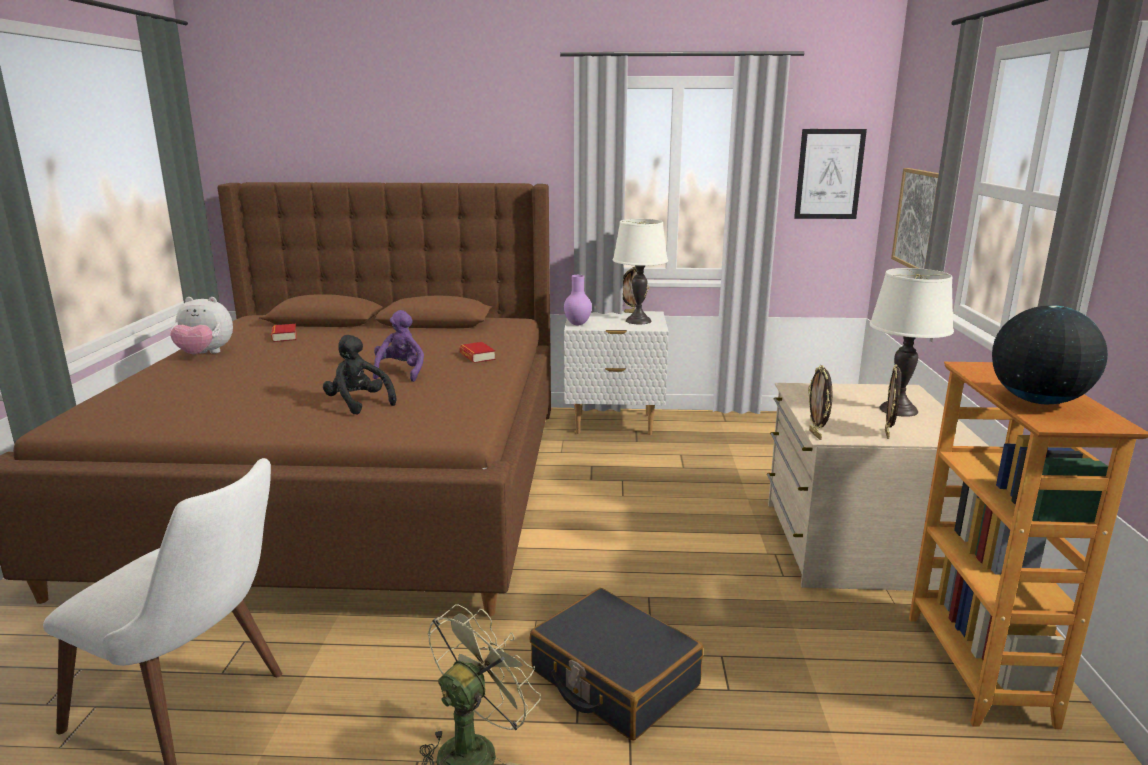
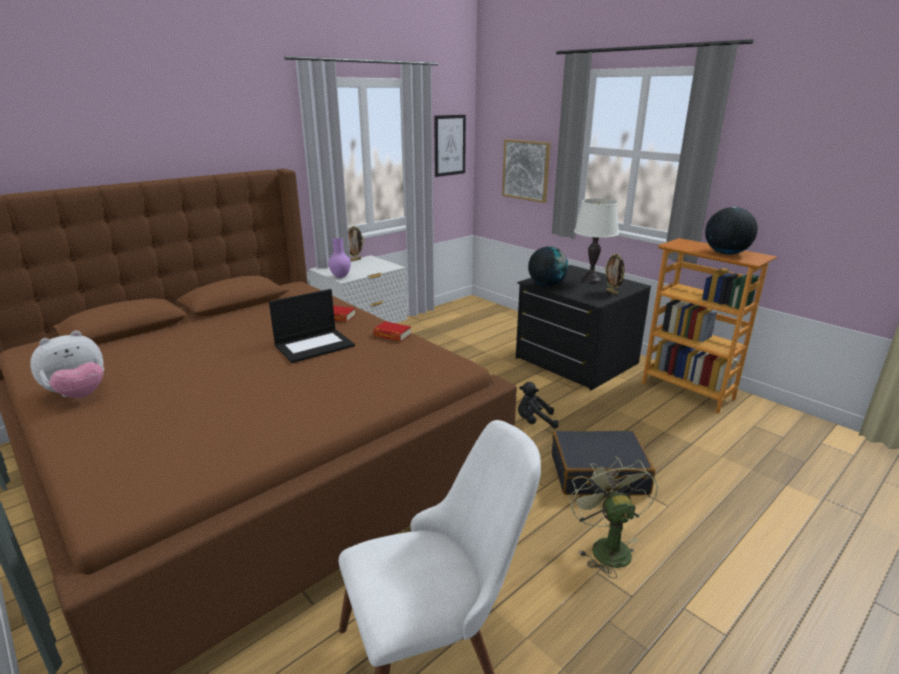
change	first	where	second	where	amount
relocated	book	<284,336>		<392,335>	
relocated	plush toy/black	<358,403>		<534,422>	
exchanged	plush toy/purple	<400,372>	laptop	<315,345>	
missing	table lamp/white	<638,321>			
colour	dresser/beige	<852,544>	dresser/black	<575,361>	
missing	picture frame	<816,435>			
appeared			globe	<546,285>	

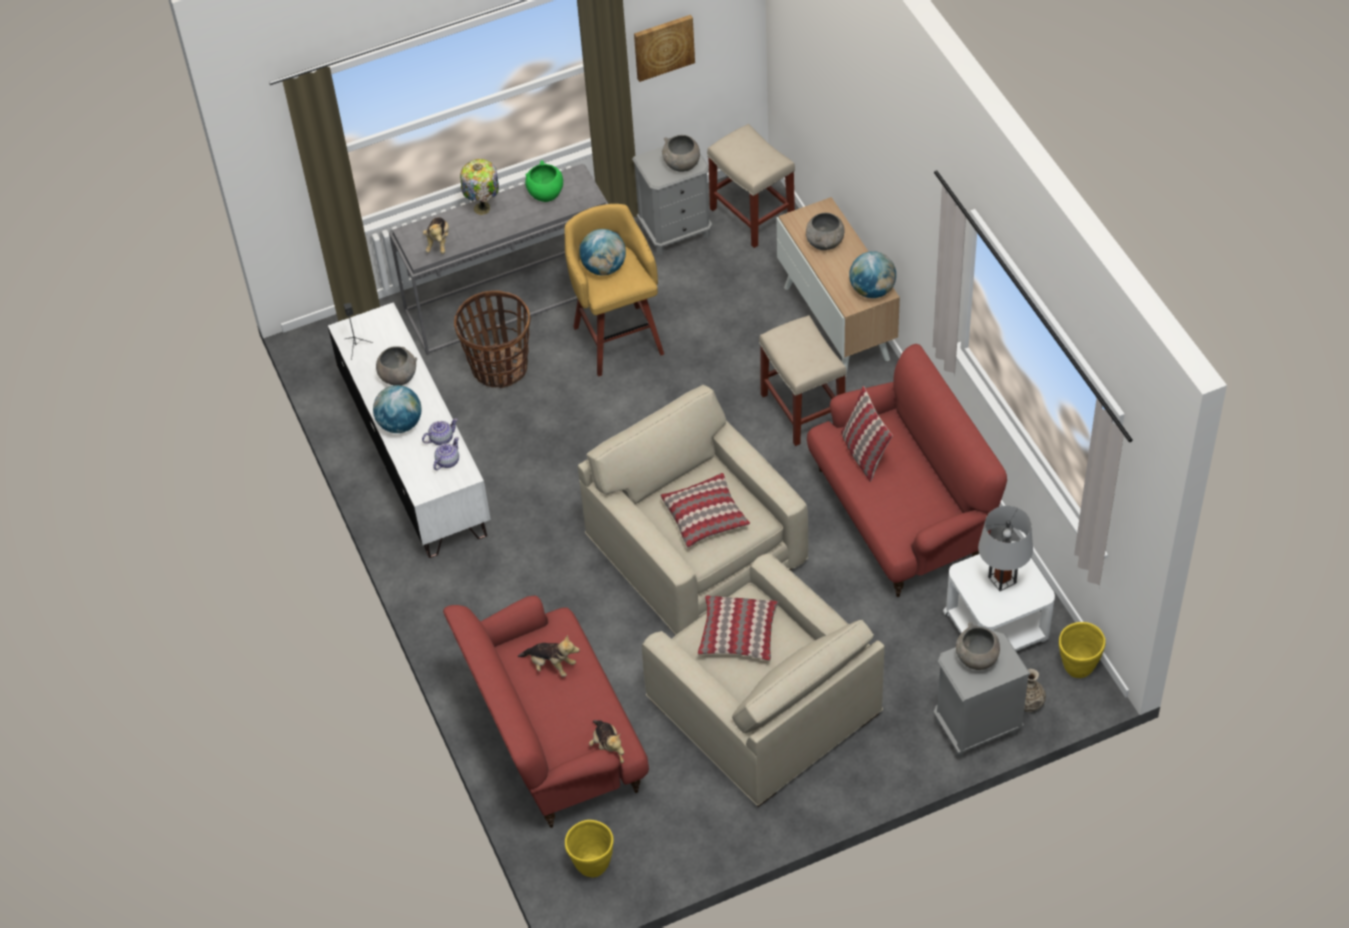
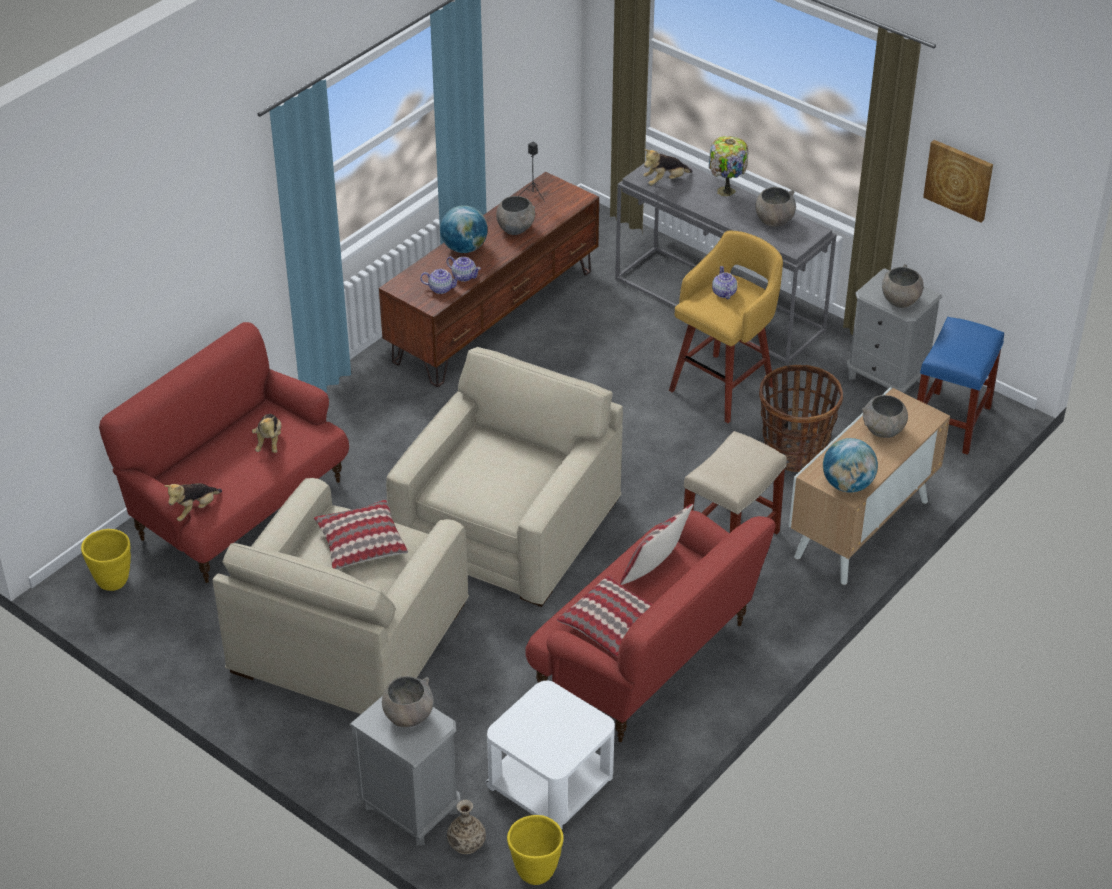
change	first	where	second	where	amount
colour	tv stand/white	<415,459>	tv stand/brown	<494,315>	
relocated	basket	<499,367>		<794,452>	
colour	bowl/green	<545,194>	bowl/grey	<774,221>	
exchanged	globe	<604,268>	teapot	<723,293>	
relocated	pillow	<705,516>		<612,624>	
colour	stool/beige	<753,216>	stool/blue	<951,423>	
missing	table lamp/grey	<1002,579>			

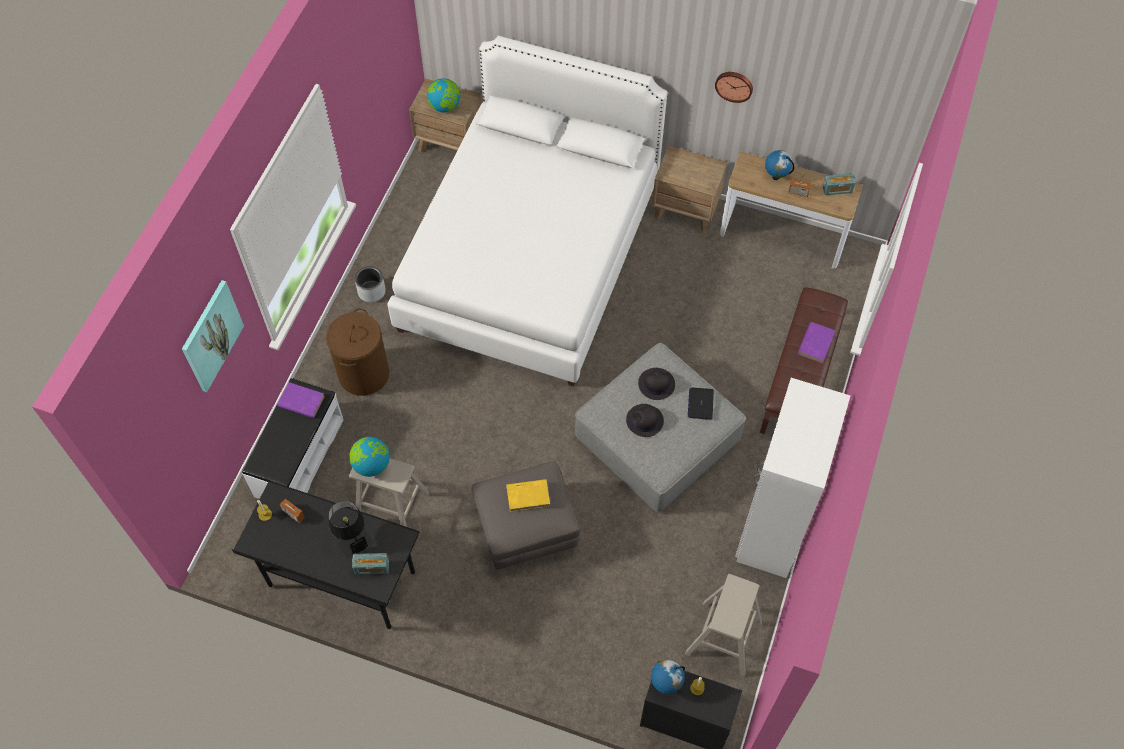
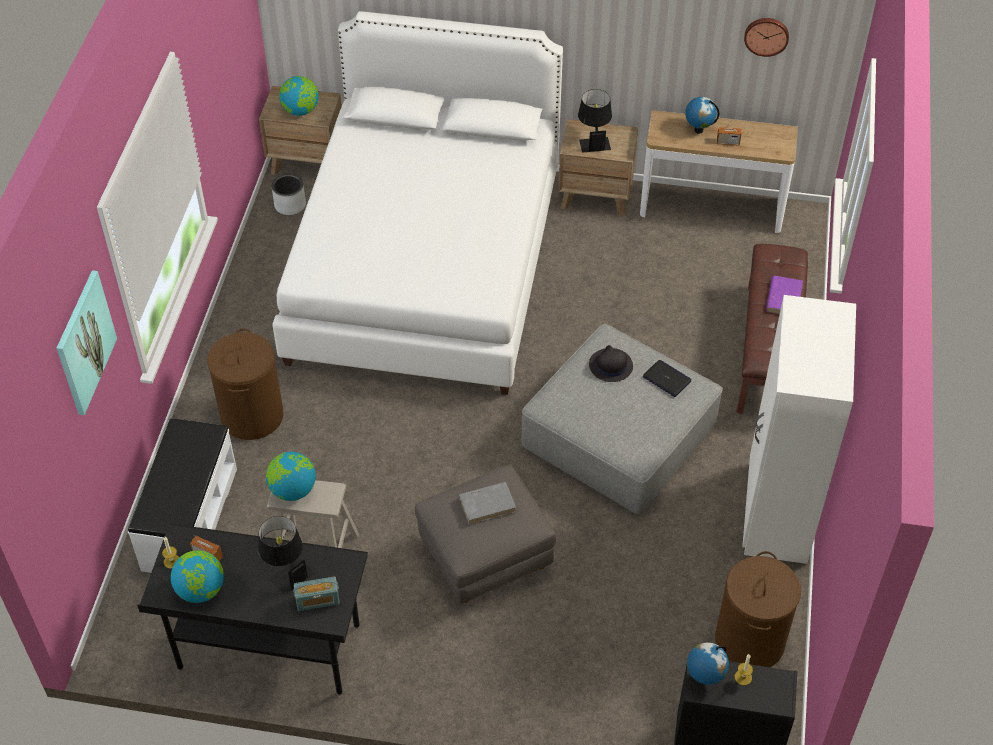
change	first	where	second	where	amount
missing	book/purple	<301,401>			
relocated	planter/grey	<371,291>		<290,205>	
colour	book/yellow	<528,496>	book/grey	<487,504>	
missing	hat/black	<644,421>			
exchanged	stool/beige	<723,638>	laundry basket/brown	<750,641>	
spun	laptop	<700,404>		<667,379>	135 degrees clockwise
relocated	wall clock	<734,85>		<766,35>	
missing	radio	<837,189>			
appeared			globe	<201,590>	
appeared			table lamp/black	<593,140>	

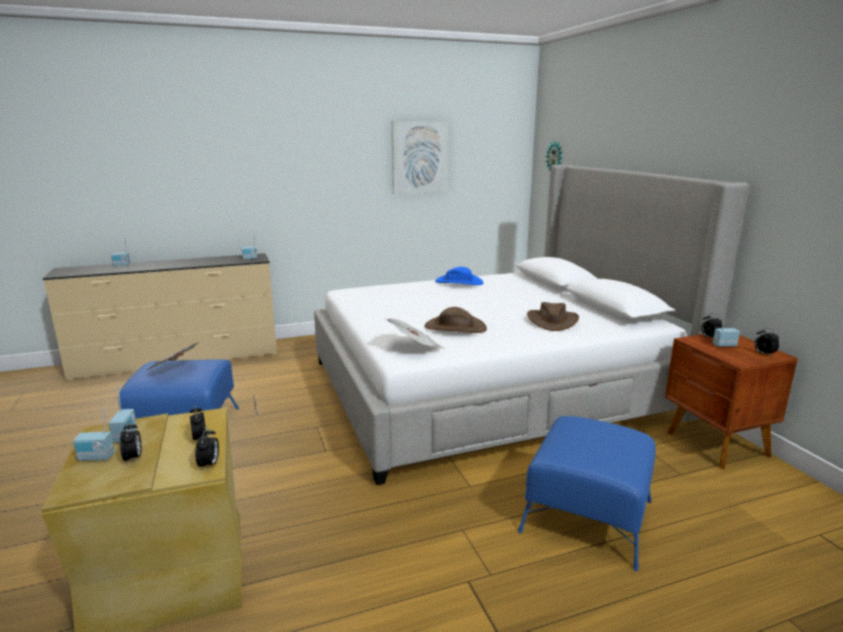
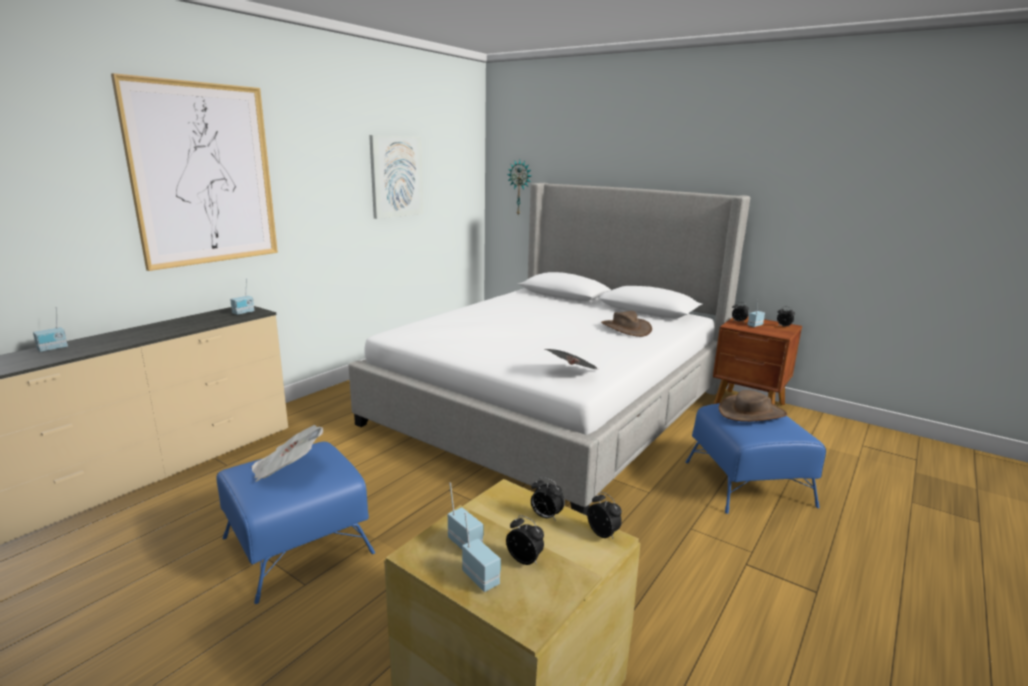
change	first	where	second	where	amount
spun	radio	<96,458>		<482,578>	90 degrees counterclockwise
relocated	hat/brown	<455,327>		<752,413>	
missing	hat/blue	<459,282>			
appeared			picture	<204,175>	

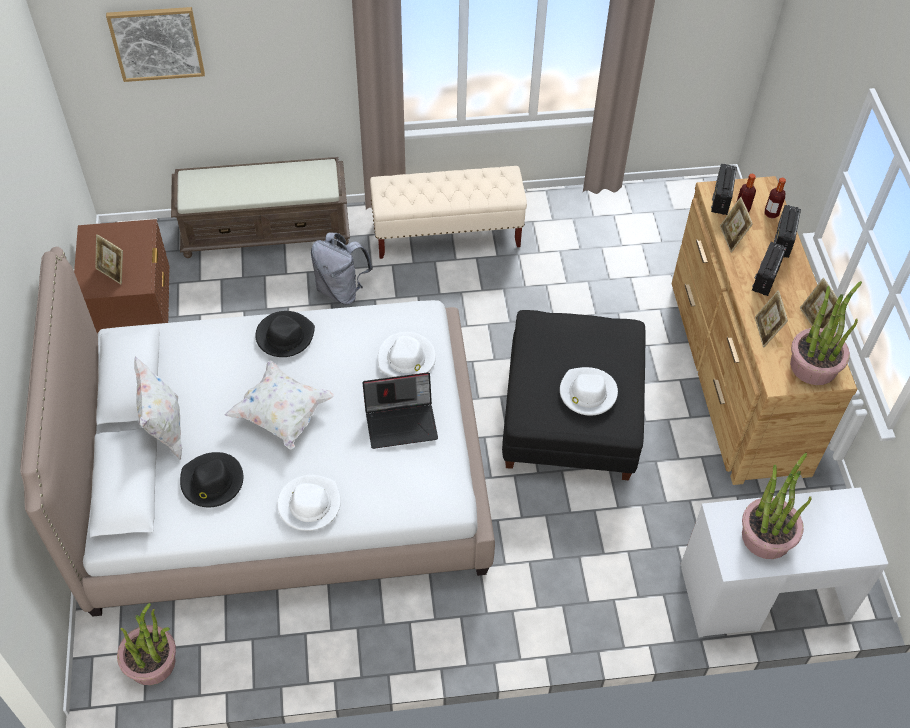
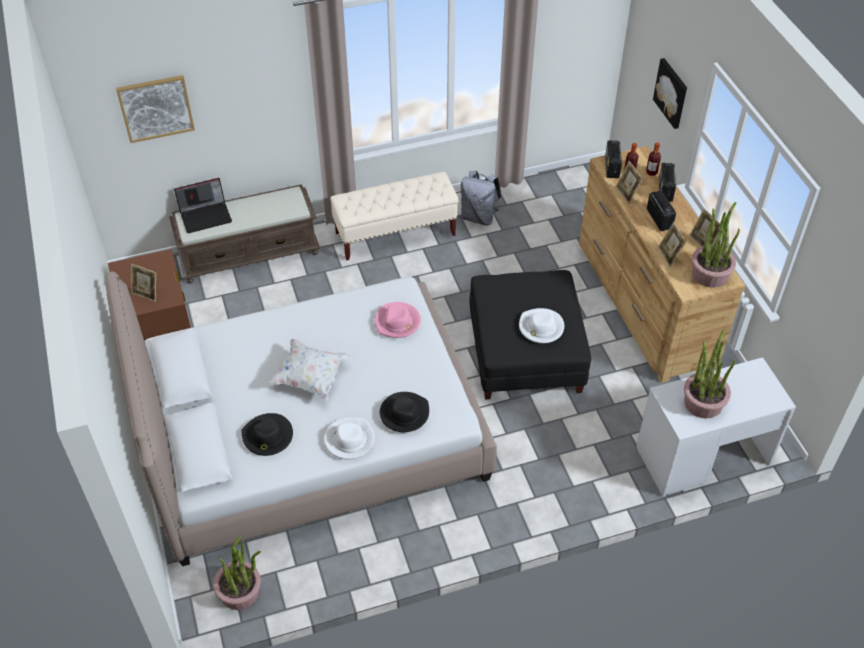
change	first	where	second	where	amount
missing	pillow/white	<165,429>			
relocated	hat/black	<285,336>		<404,413>	
relocated	backpack/grey	<341,290>		<479,217>	
relocated	laptop	<402,421>		<206,216>	
colour	hat/white	<406,359>	hat/pink	<397,322>	
spun	radio	<765,278>		<659,218>	150 degrees clockwise
appeared			picture	<672,93>	

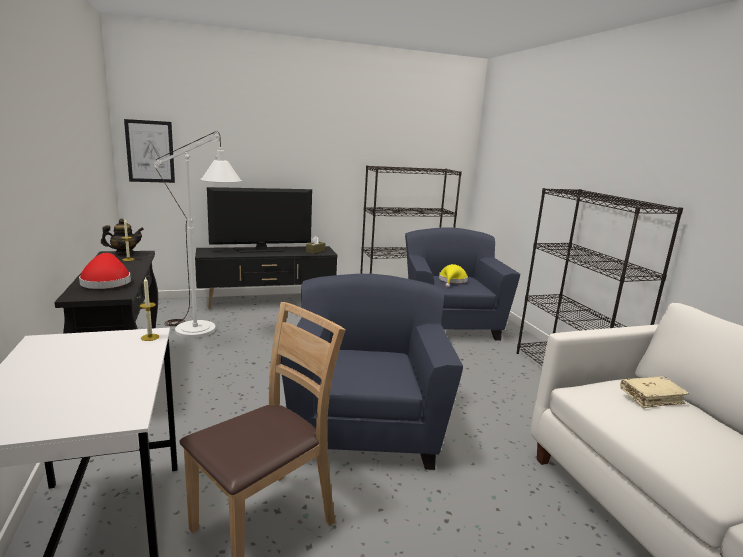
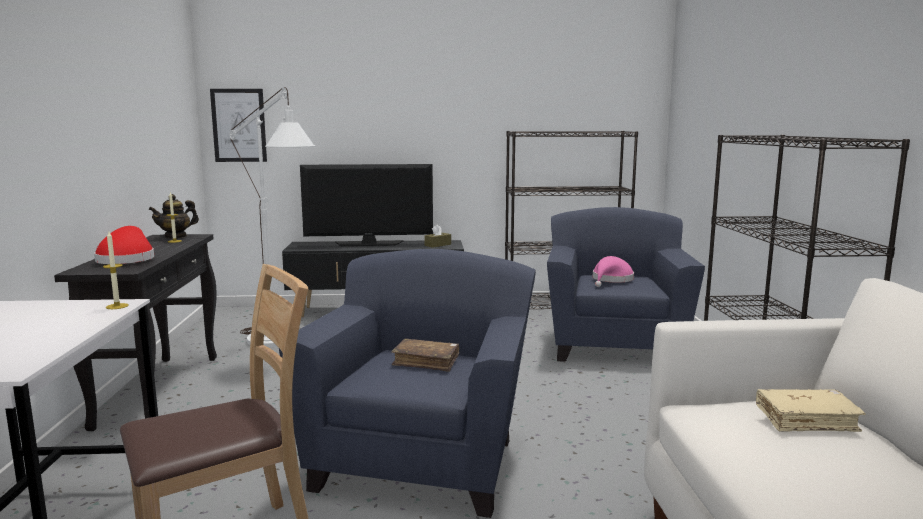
change	first	where	second	where	amount
spun	teapot	<124,254>		<176,236>	150 degrees clockwise
colour	hat/yellow	<452,281>	hat/pink	<611,280>	
appeared			book/brown	<426,362>	

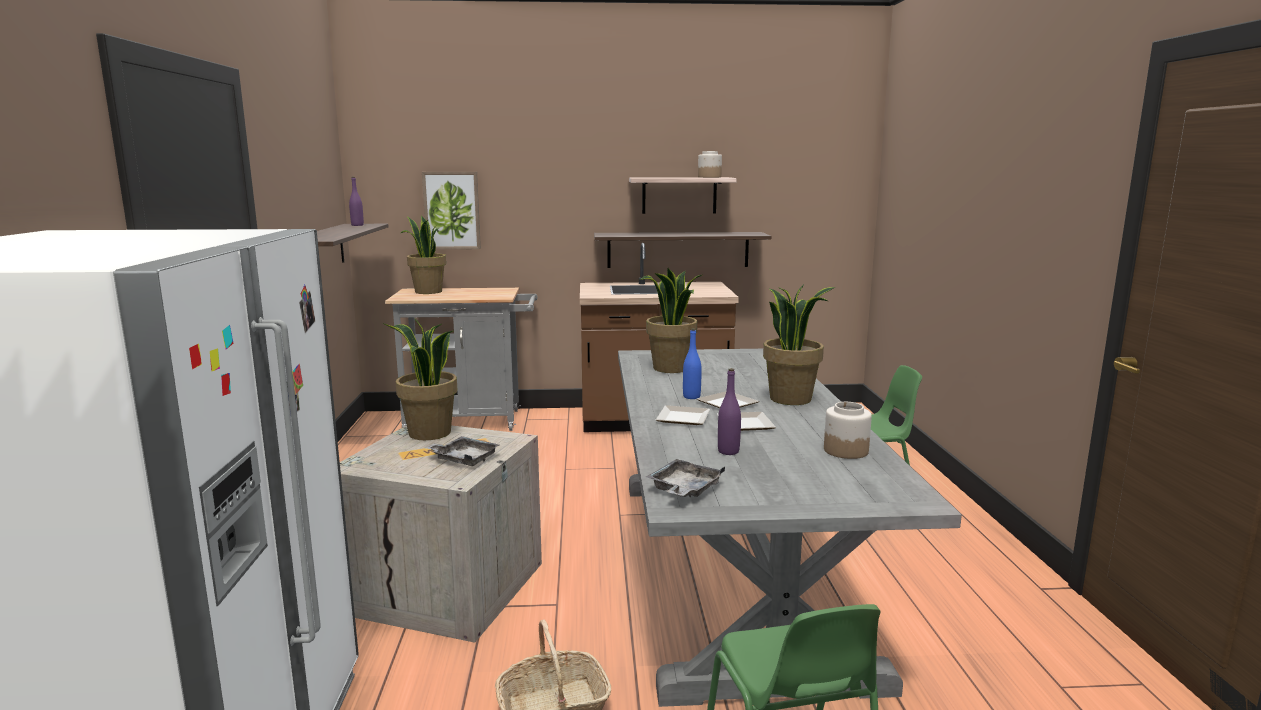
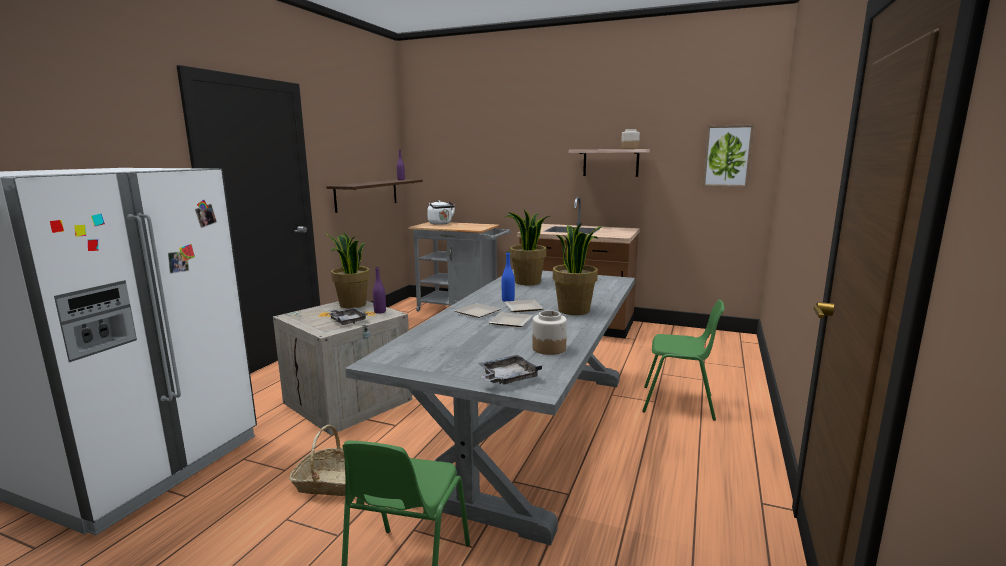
change	first	where	second	where	amount
exchanged	potted plant	<428,292>	kettle/white	<441,223>	
relocated	picture	<452,210>		<727,156>	
missing	shelf	<678,249>			
relocated	tray/grey	<684,489>		<507,378>	
relocated	bottle/purple	<728,451>		<380,312>	

